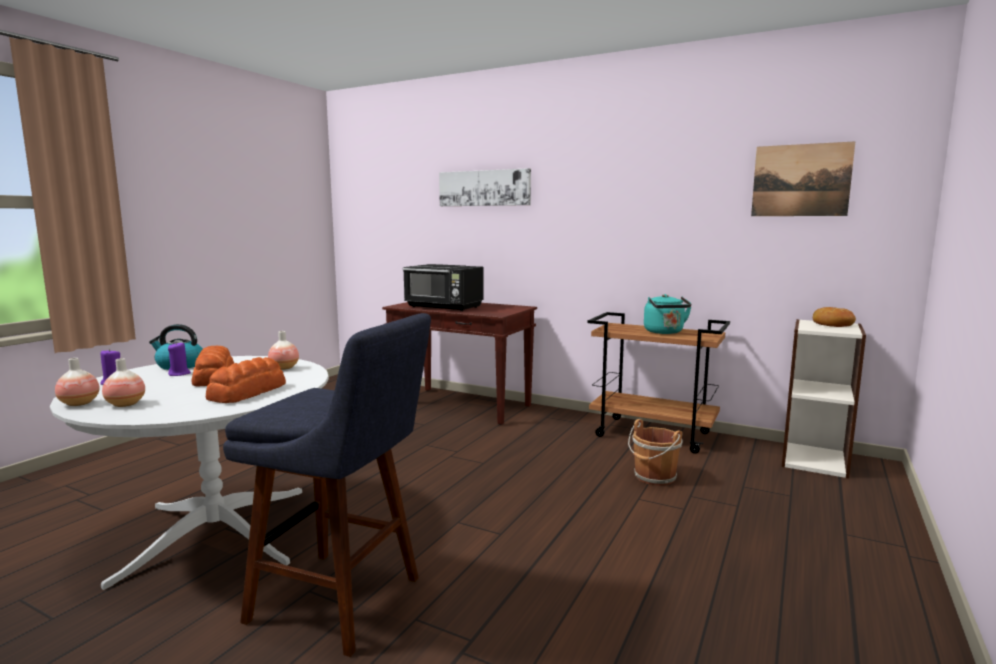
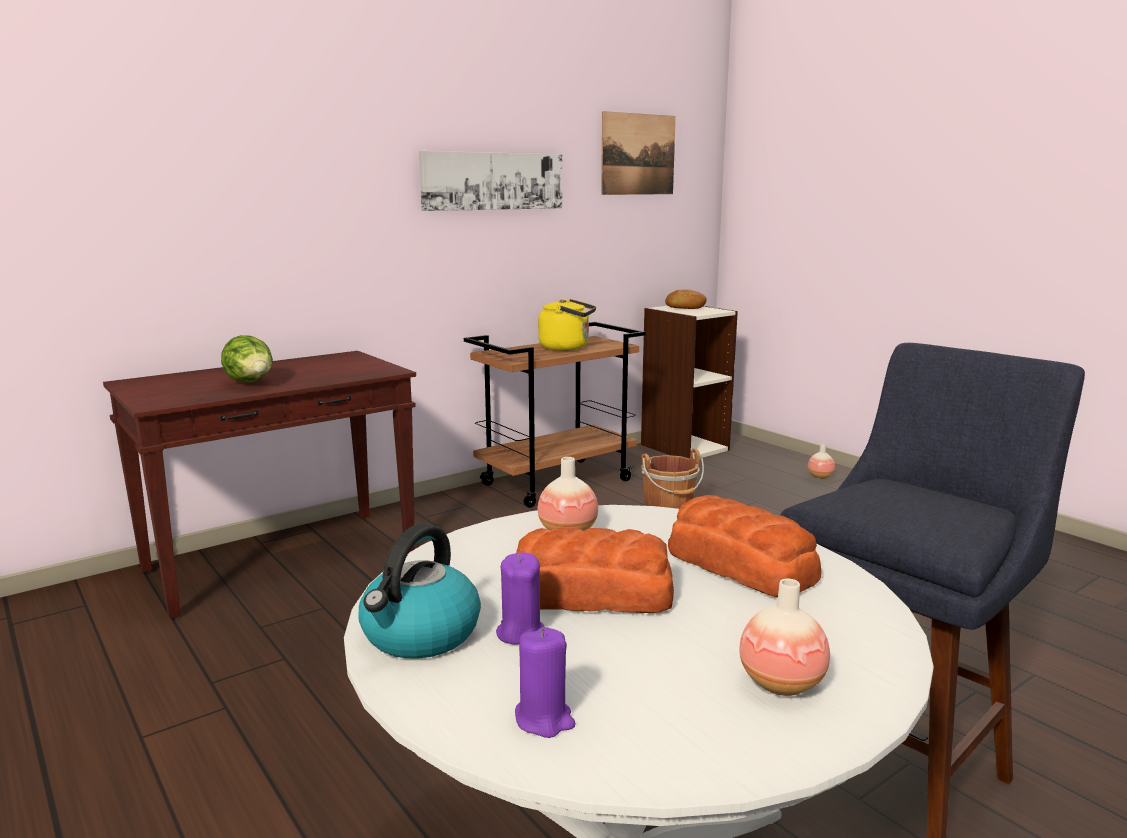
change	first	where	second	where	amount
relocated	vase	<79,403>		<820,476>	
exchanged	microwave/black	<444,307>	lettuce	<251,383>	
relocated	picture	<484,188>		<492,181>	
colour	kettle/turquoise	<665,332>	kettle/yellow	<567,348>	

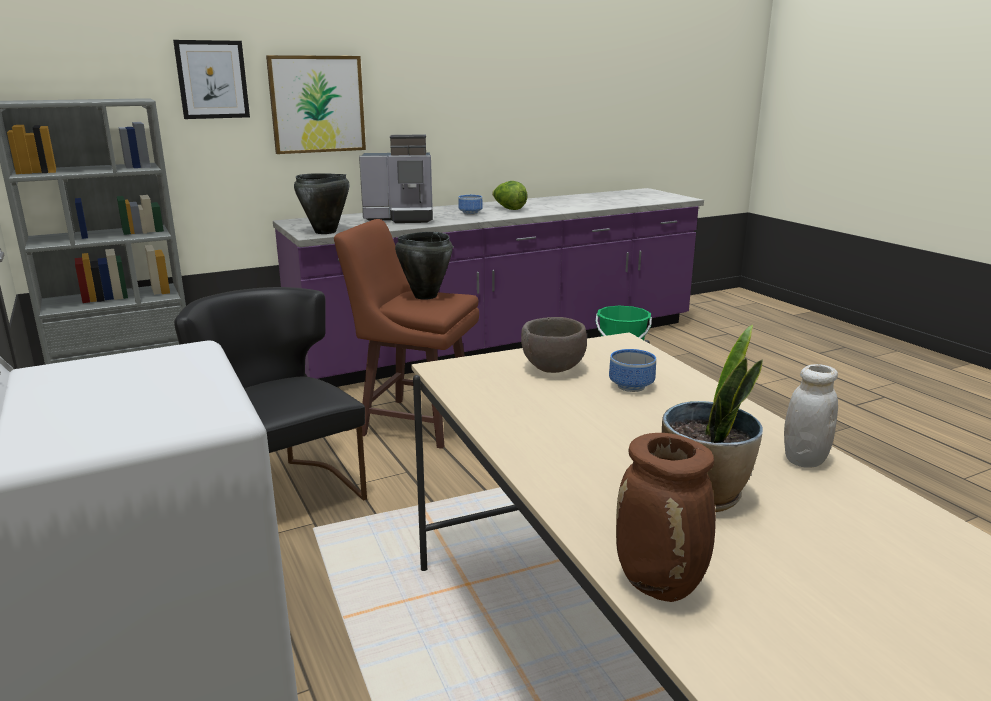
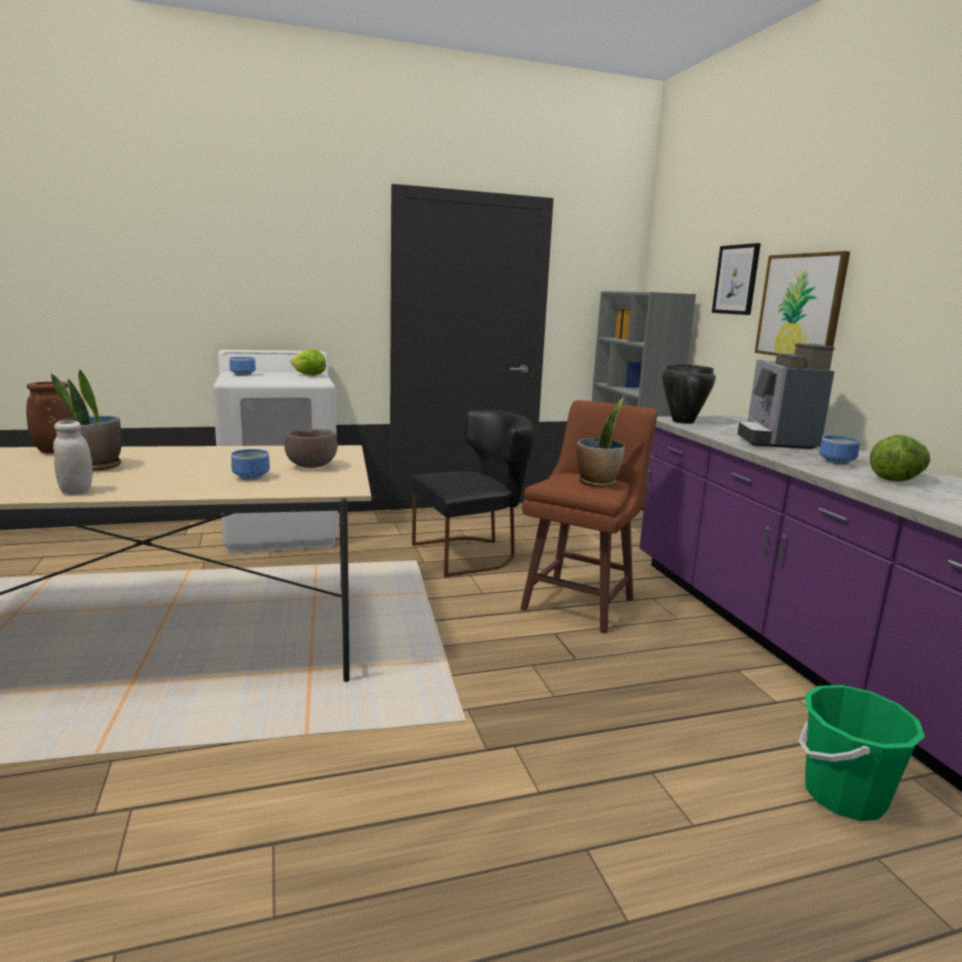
change	first	where	second	where	amount
exchanged	cooking pot/black	<425,296>	potted plant	<597,483>	
appeared			bowl	<242,375>	
appeared			lettuce	<309,375>	

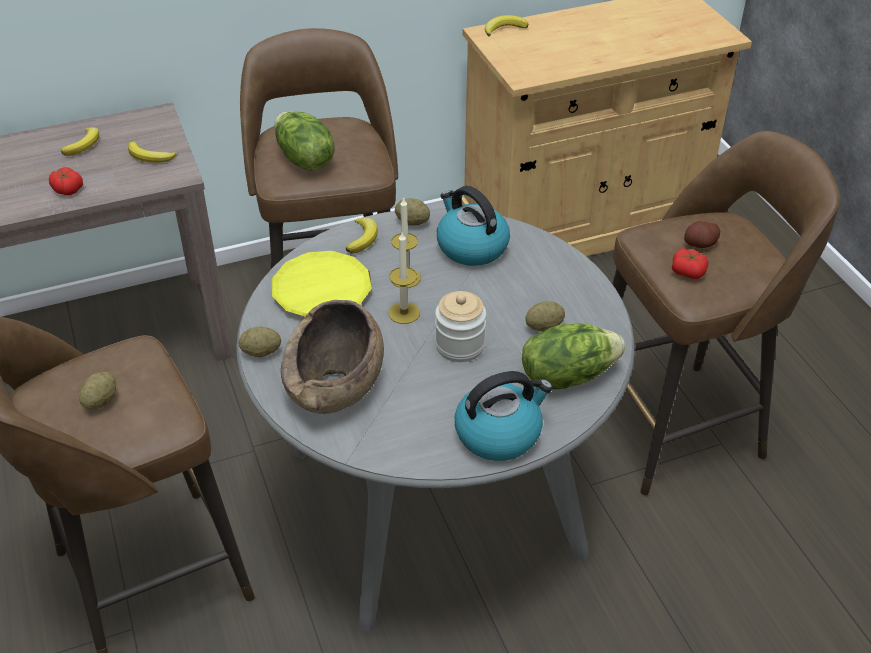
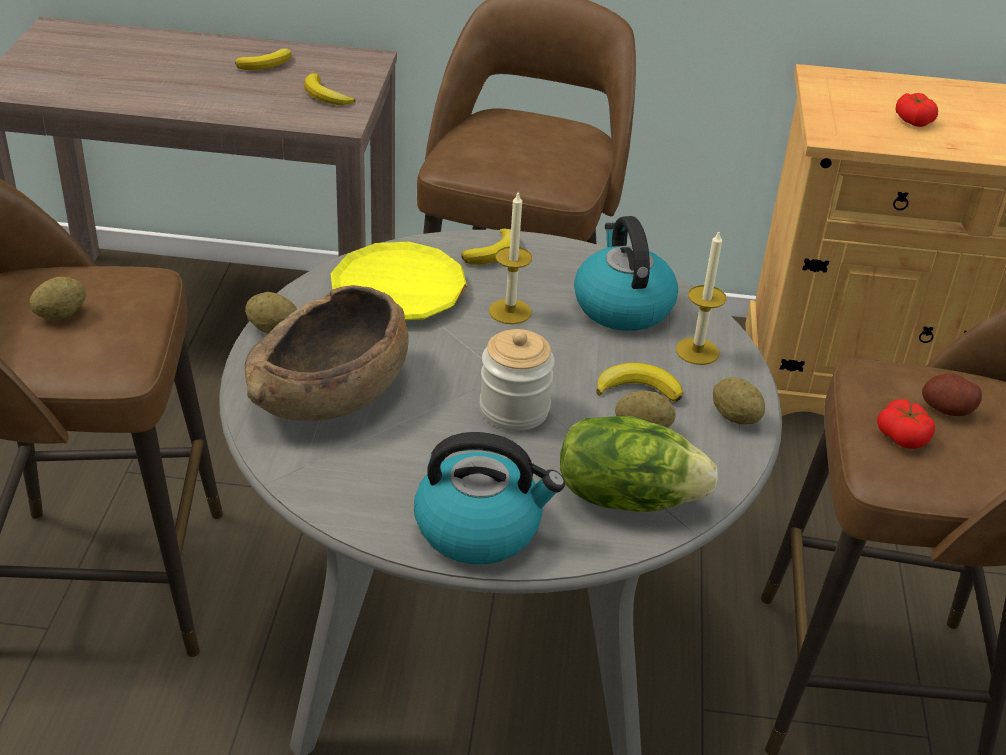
change	first	where	second	where	amount
relocated	tomato	<67,189>		<913,120>	
missing	lettuce	<303,159>			
relocated	candle	<404,313>		<697,351>	
relocated	potato	<412,222>		<735,417>	
relocated	banana	<504,28>		<638,388>	

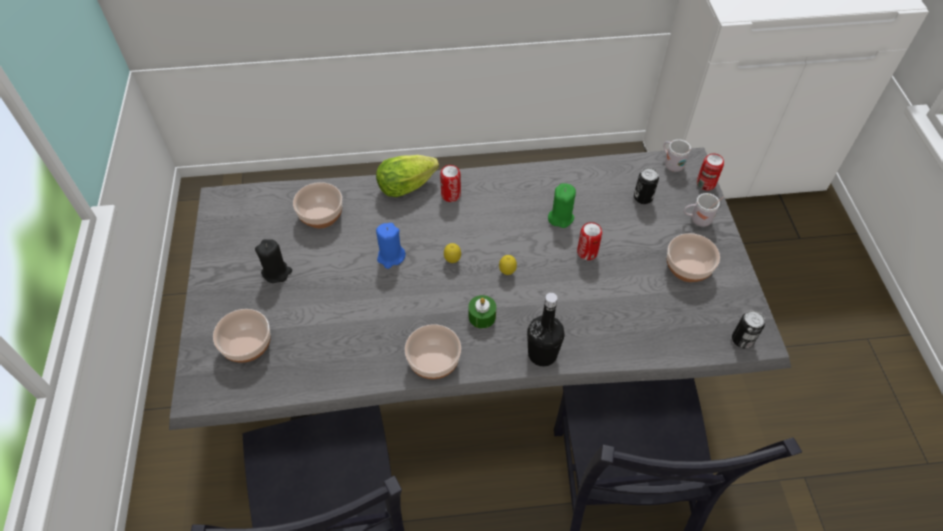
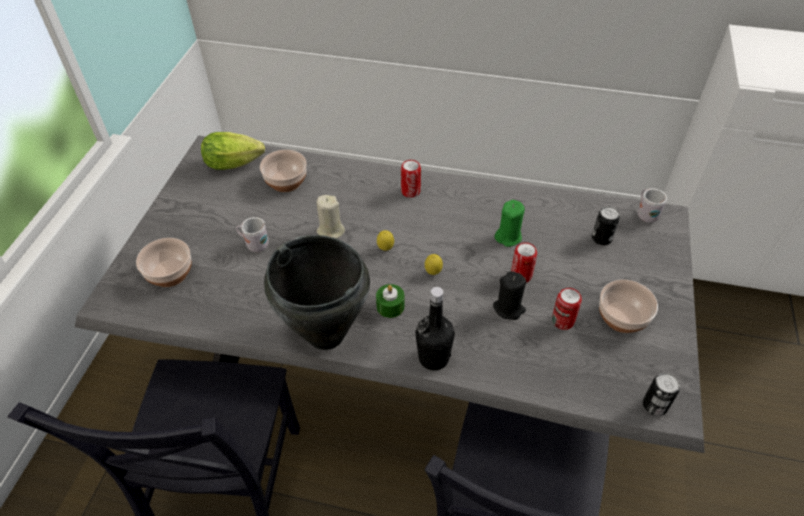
change	first	where	second	where	amount
relocated	candle/black	<276,272>		<509,308>	
relocated	lettuce	<409,185>		<237,163>	
colour	candle/blue	<391,257>	candle/beige	<330,231>	
exchanged	bowl	<434,362>	cooking pot/black	<326,335>	
relocated	mug/white	<697,220>		<254,245>	
relocated	can	<705,184>		<563,321>	

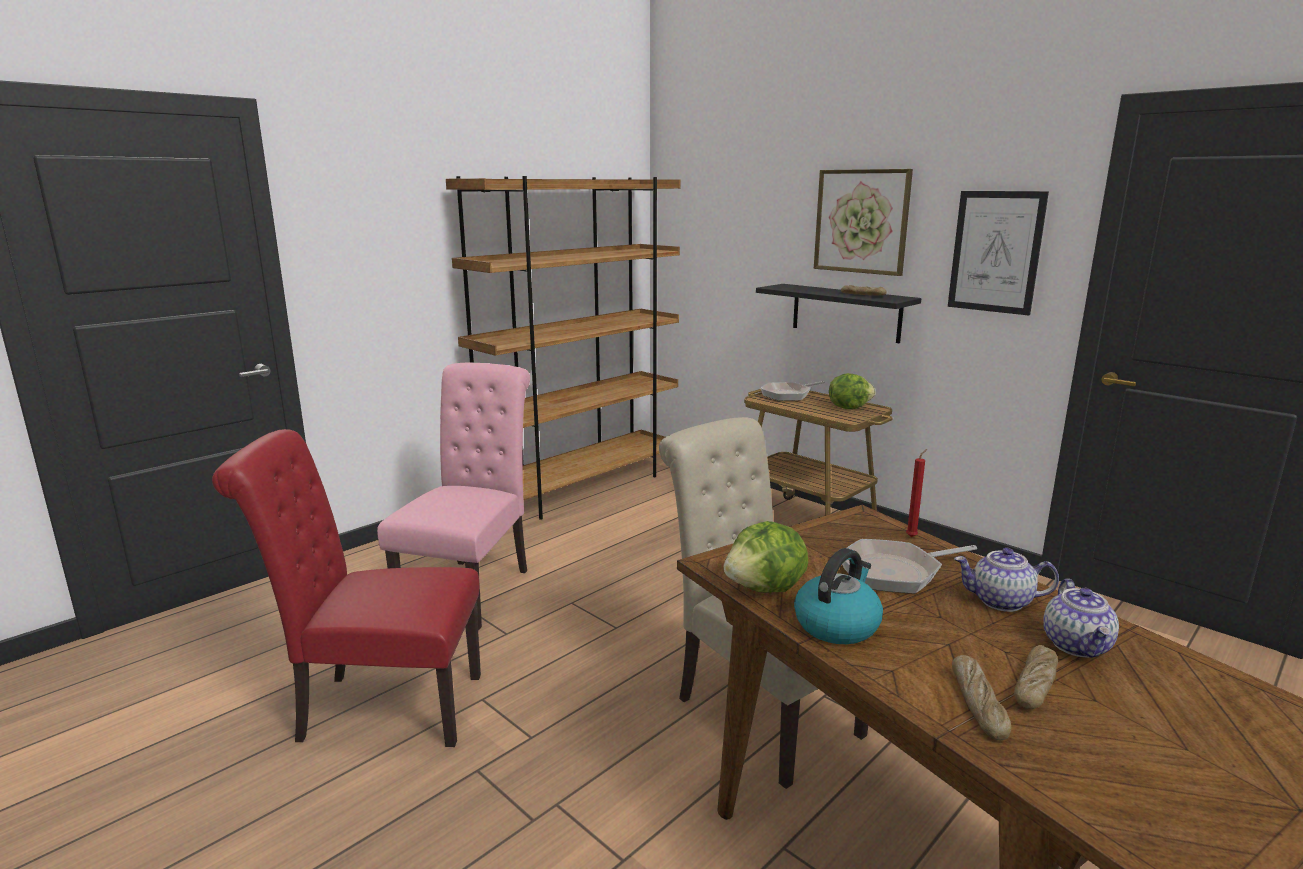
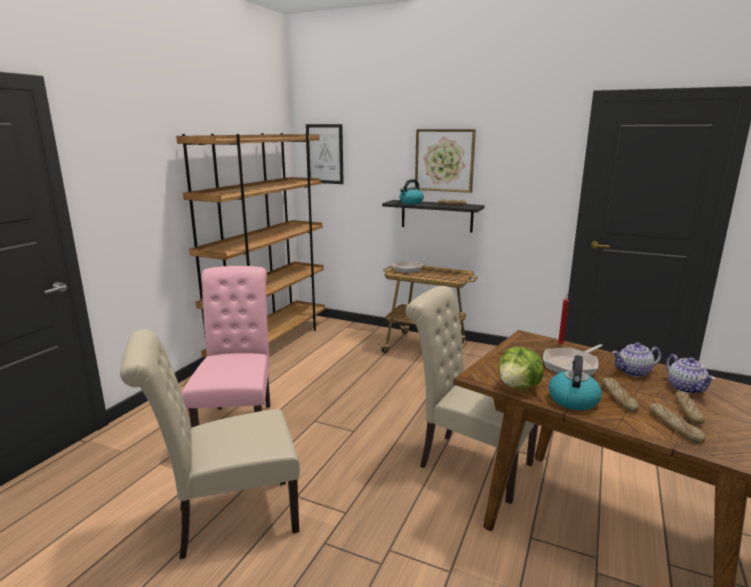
change	first	where	second	where	amount
colour	chair/red	<380,708>	chair/beige	<228,519>	
missing	lettuce	<848,407>			
relocated	picture	<995,252>		<325,154>	
appeared			kettle	<411,202>	
appeared			bread	<618,398>	

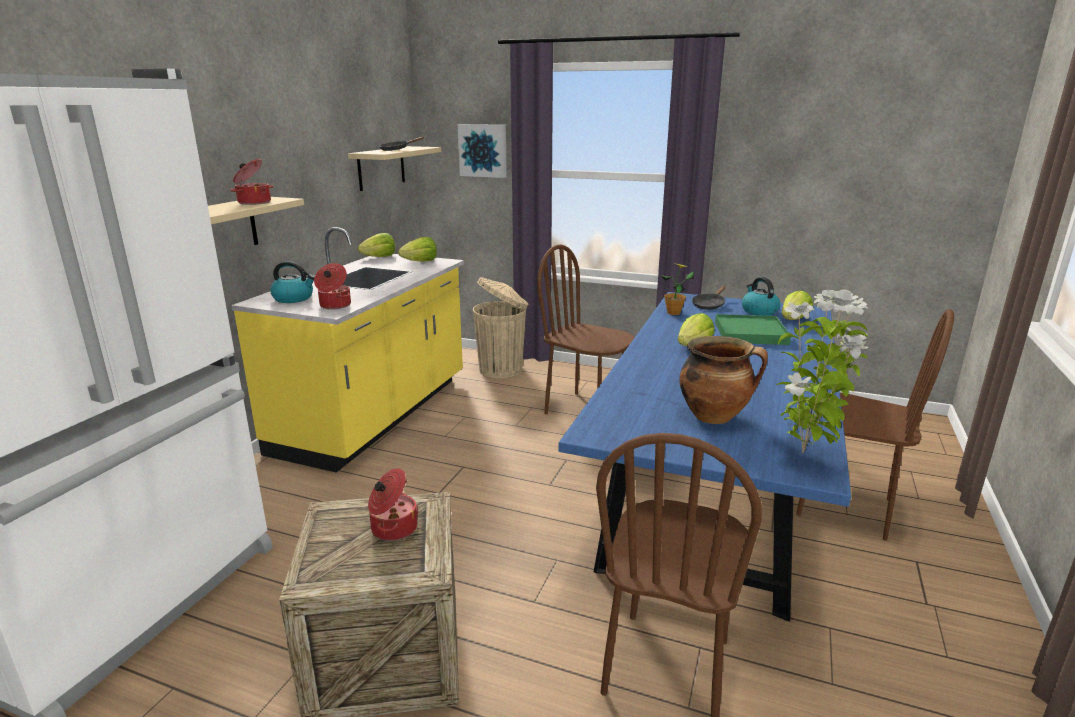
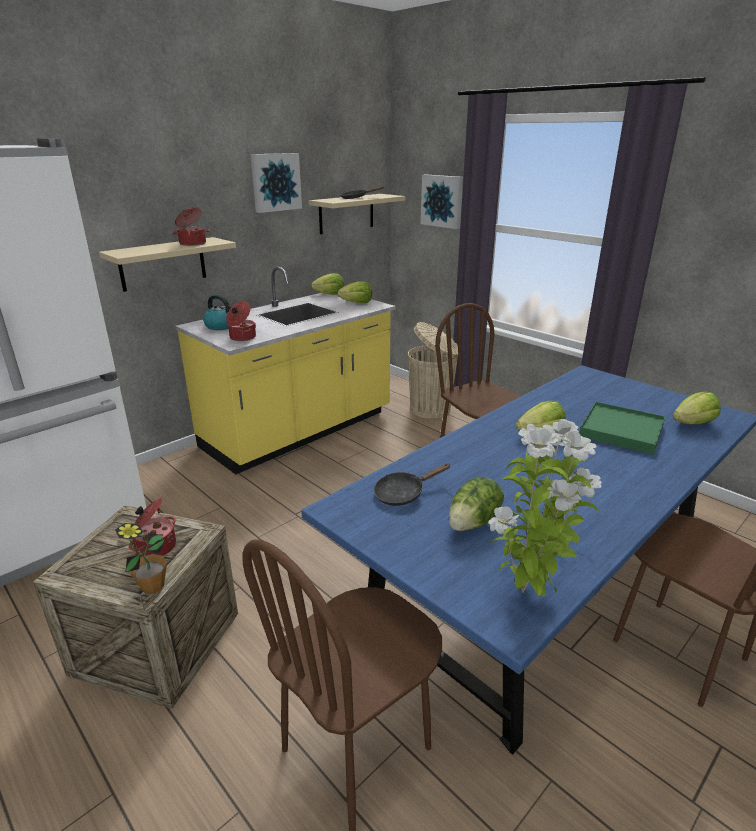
change	first	where	second	where	amount
relocated	potted plant	<673,313>		<153,587>	
exchanged	cooking pot	<715,416>	lettuce	<474,522>	
relocated	frying pan/black	<709,305>		<403,493>	
missing	kettle	<759,311>			
appeared			picture	<275,182>	

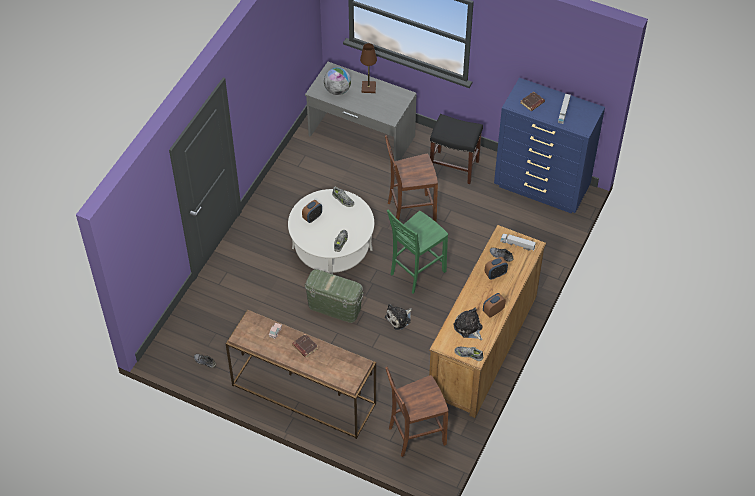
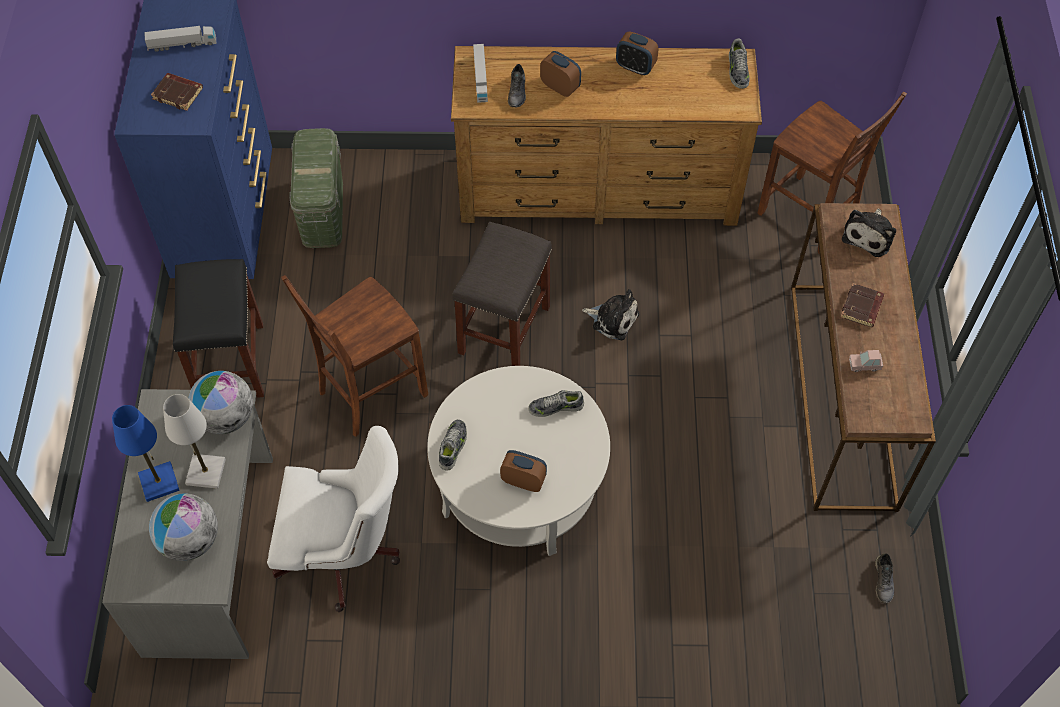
change	first	where	second	where	amount
relocated	storage box/green	<334,307>		<323,211>	
colour	table lamp/brown	<368,87>	table lamp/blue	<159,482>	
spun	chair/brown	<410,211>		<369,393>	90 degrees clockwise
exchanged	chair/green	<416,272>	stool/grey	<504,331>	
relocated	plush toy	<468,328>		<869,235>	
appeared			table lamp/white	<206,472>	
appeared			globe	<226,417>	
appeared			office chair/white	<345,554>	

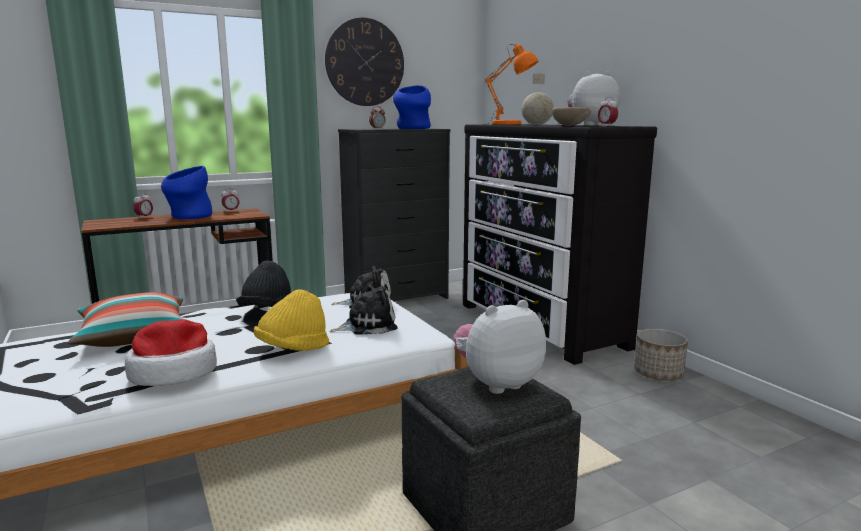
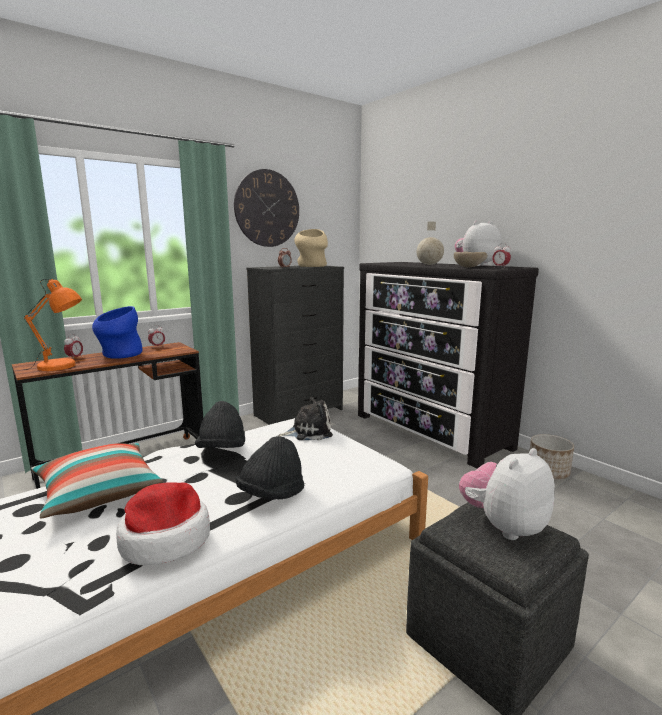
change	first	where	second	where	amount
colour	hat/yellow	<293,349>	hat/black	<271,494>	
missing	plush toy	<367,325>			
colour	vase/blue	<413,128>	vase/beige	<312,266>	
relocated	table lamp/orange	<510,124>		<61,367>	

